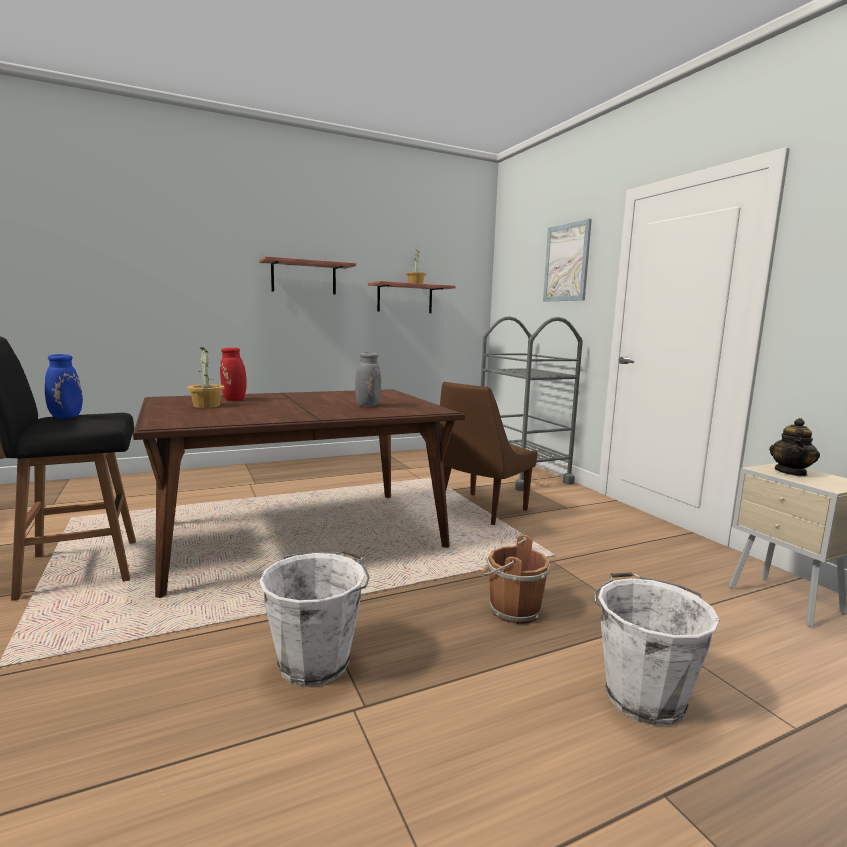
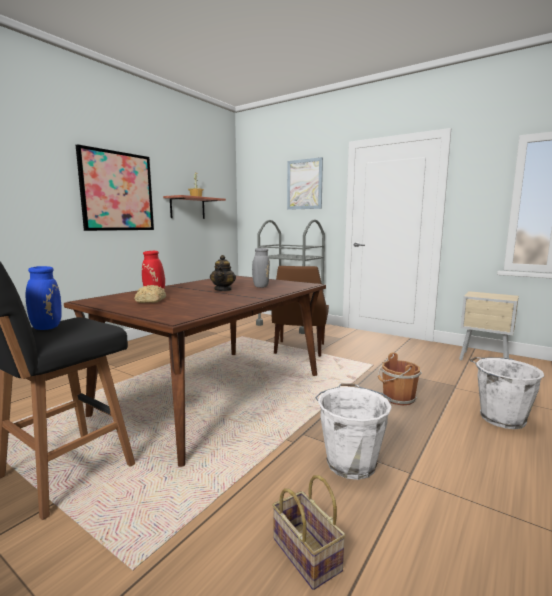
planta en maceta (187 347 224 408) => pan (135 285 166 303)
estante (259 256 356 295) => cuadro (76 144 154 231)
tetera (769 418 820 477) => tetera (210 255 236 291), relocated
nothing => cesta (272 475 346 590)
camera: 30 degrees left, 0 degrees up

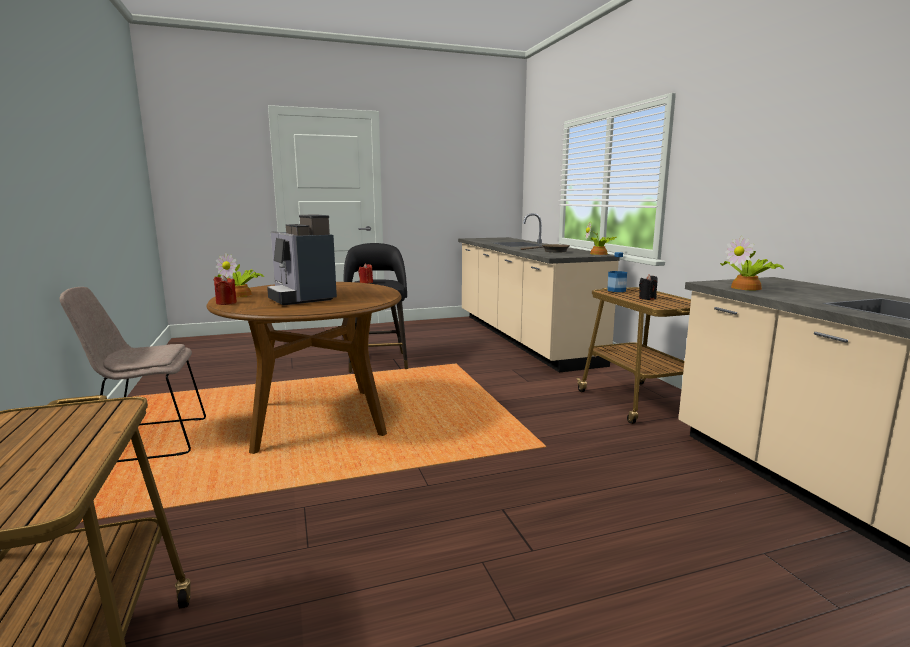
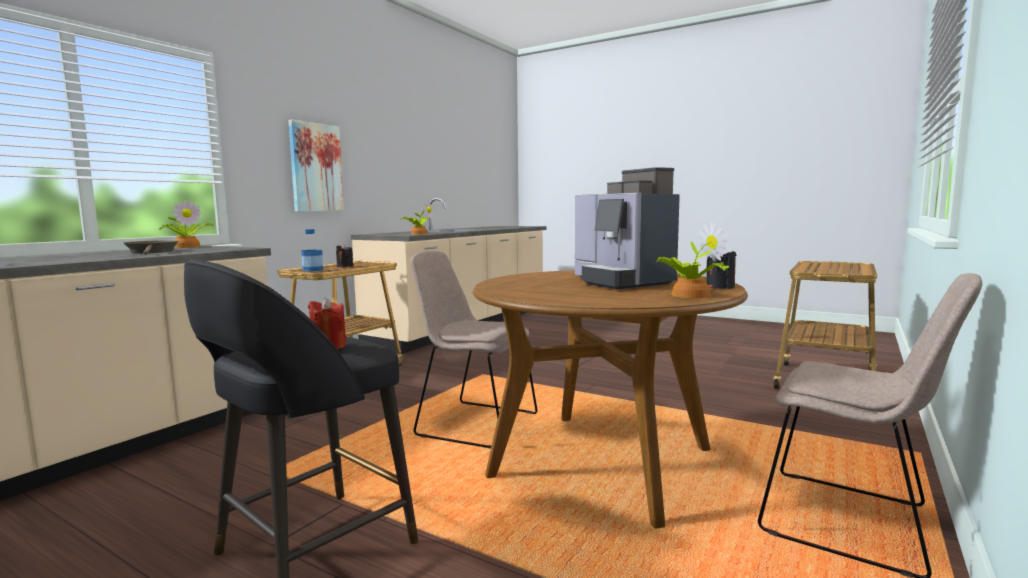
vela/rojo (214 275 237 305) => vela/negro (706 251 736 289)
cafetera (267 214 337 305) => cafetera (575 167 680 290), 135 degrees clockwise
nothing => cuadro (288 120 344 212)
nothing => silla/beis (410 251 537 449)
camera: 130 degrees left, 5 degrees down

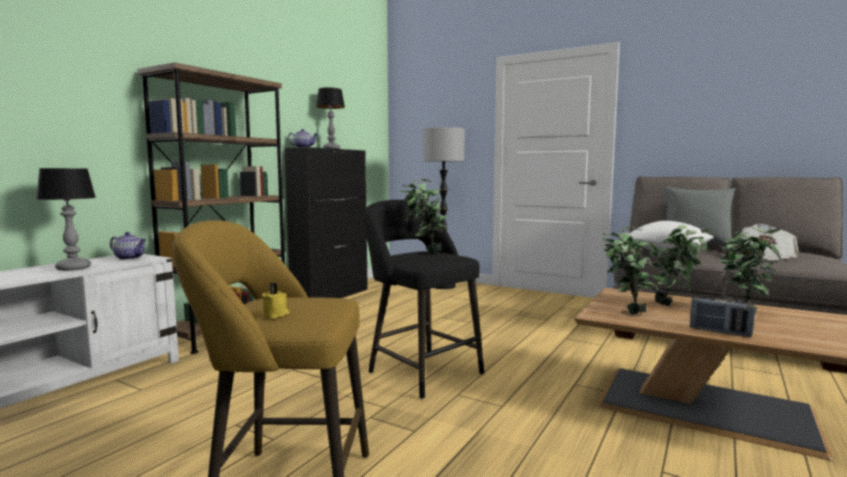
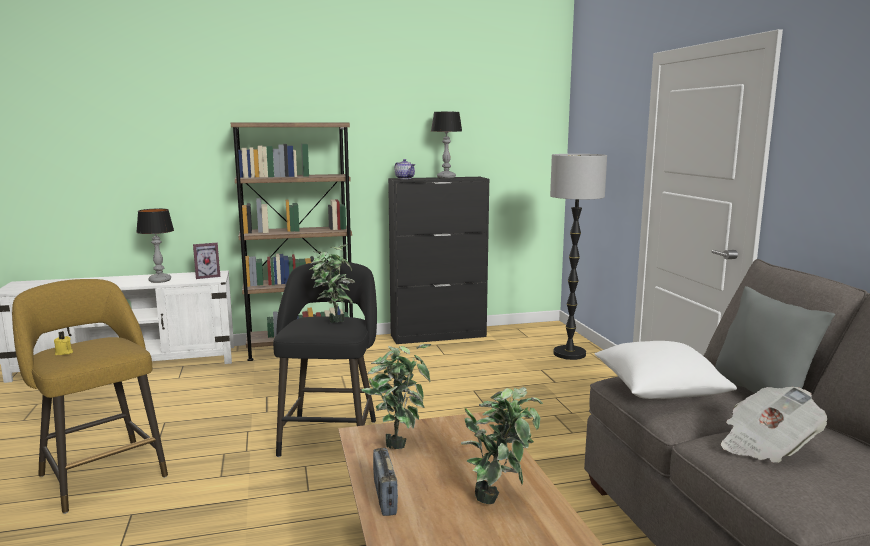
tetera (110 232 147 260) => portarretratos (193 243 220 279)
planta en maceta (647 225 709 306) => nothing
camera: 45 degrees right, 5 degrees up

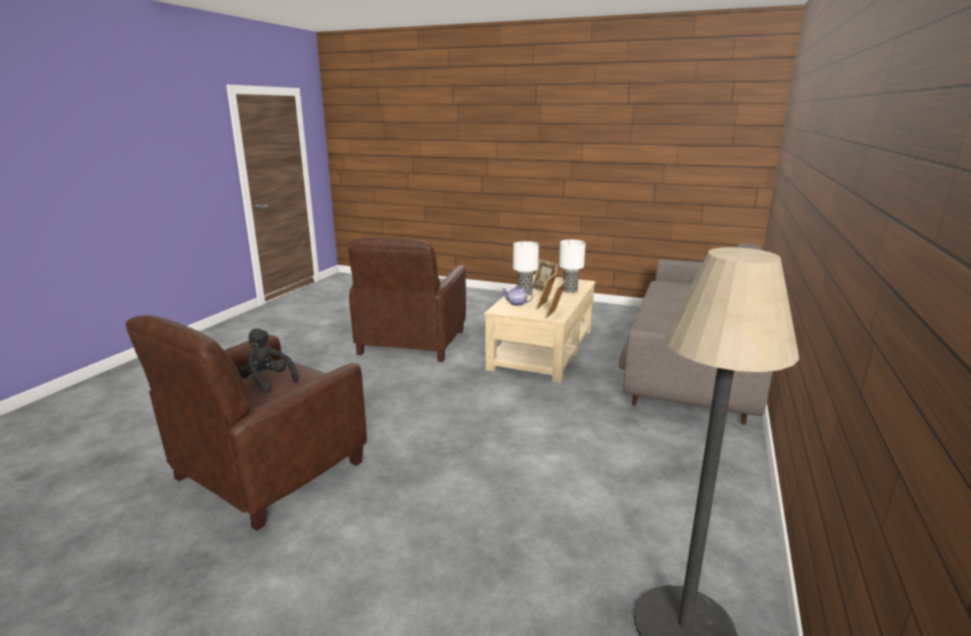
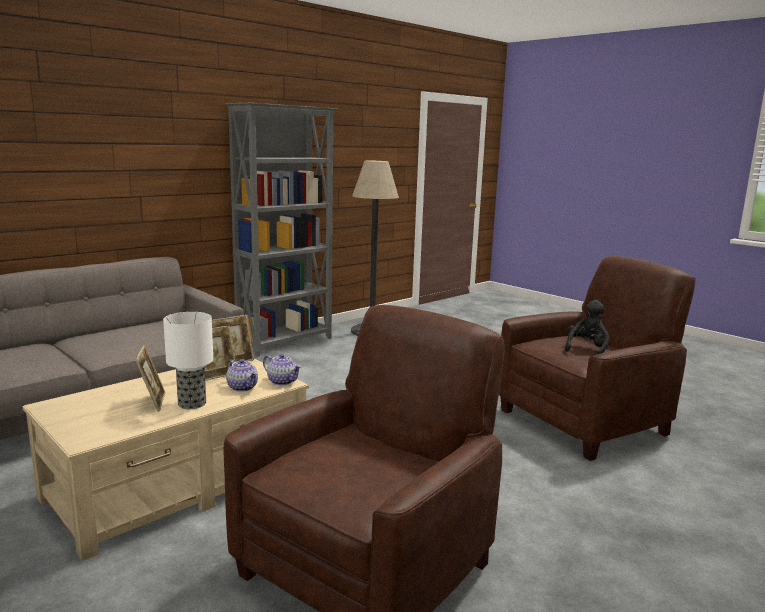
peluche/negro (238 328 298 393) => peluche/negro (564 300 610 355), 120 degrees counterclockwise
lámpara de mesa (559 240 586 293) => nothing
nothing => estantería/gris (225 103 338 357)
nothing => tetera (263 354 302 385)
camera: 155 degrees left, 5 degrees down

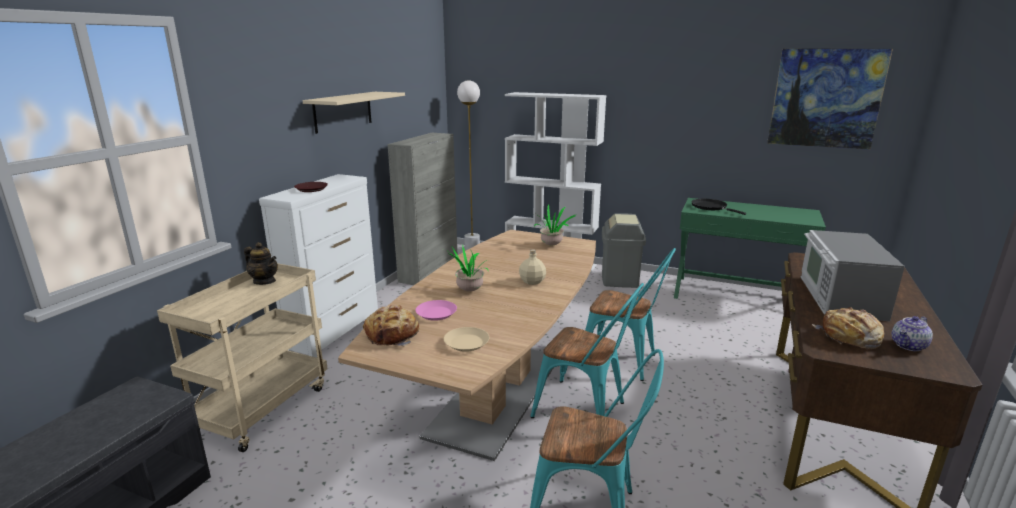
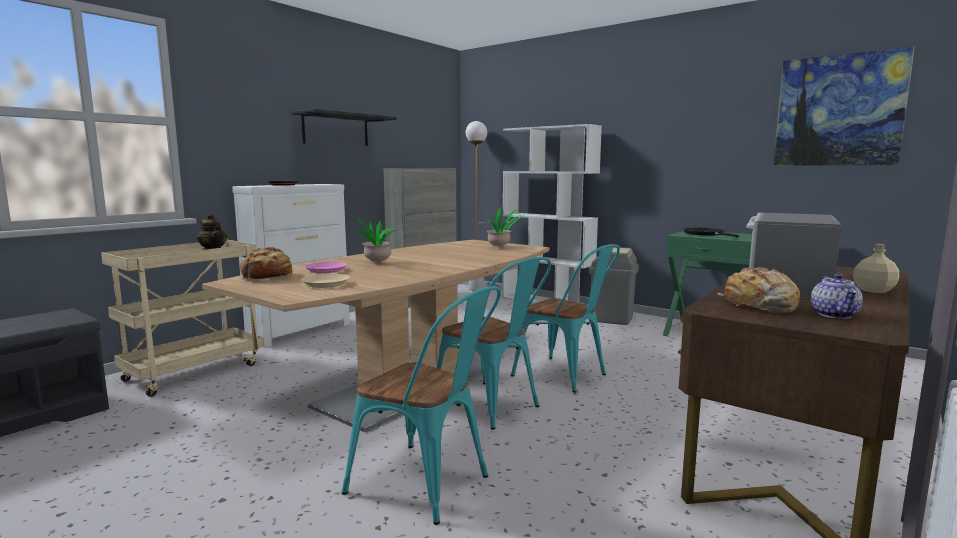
estante/beis (303 92 405 134) => estante/negro (291 109 397 146)
botella/beis (519 249 546 285) => botella/beis (853 244 899 293), relocated
tetera (892 316 933 351) => tetera (811 273 863 319), 60 degrees counterclockwise
camera: 15 degrees right, 10 degrees down

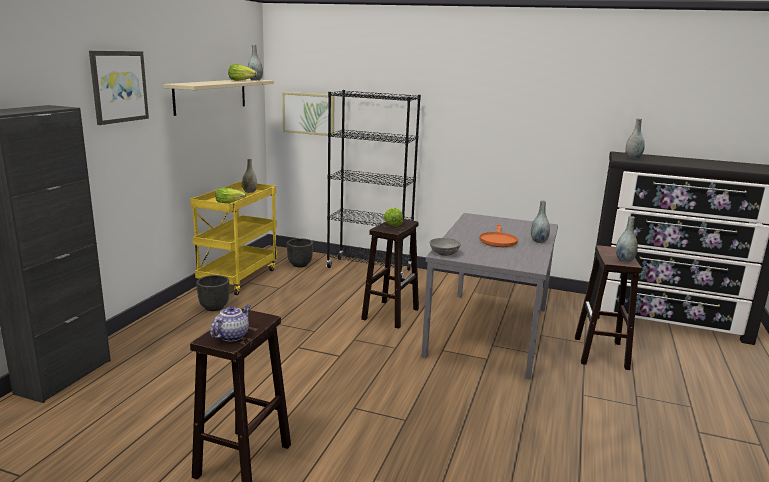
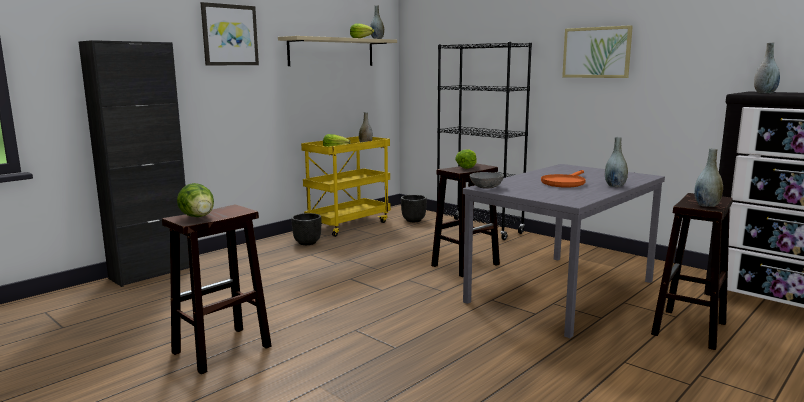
tetera (210 305 251 342) => lechuga (177 183 214 217)
cuadro (282 92 335 136) => cuadro (562 25 633 78), relocated
camera: 25 degrees right, 5 degrees down

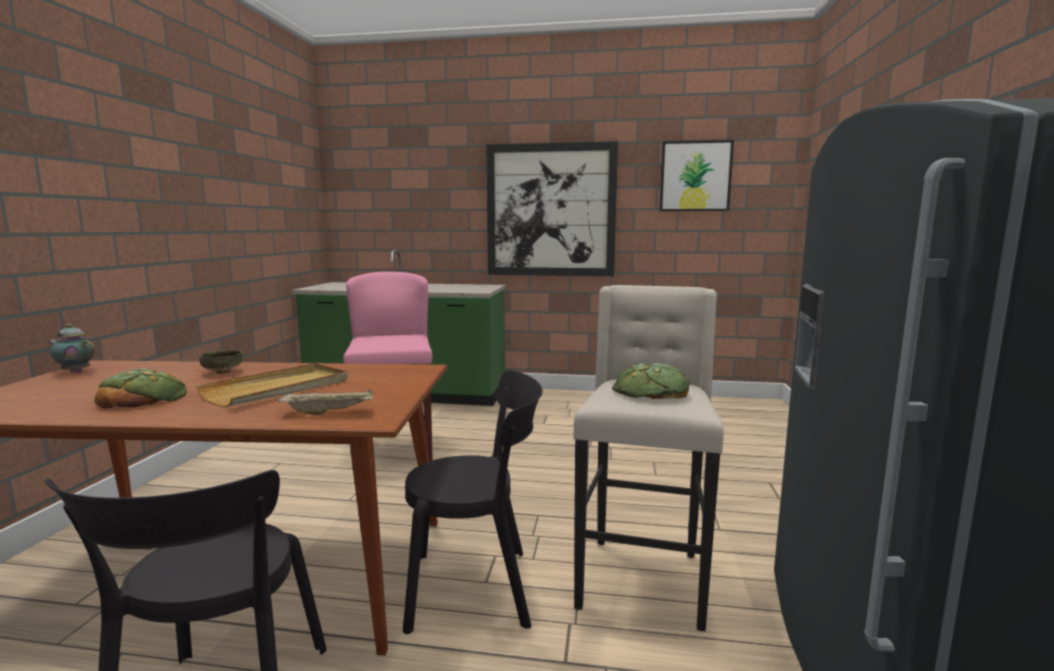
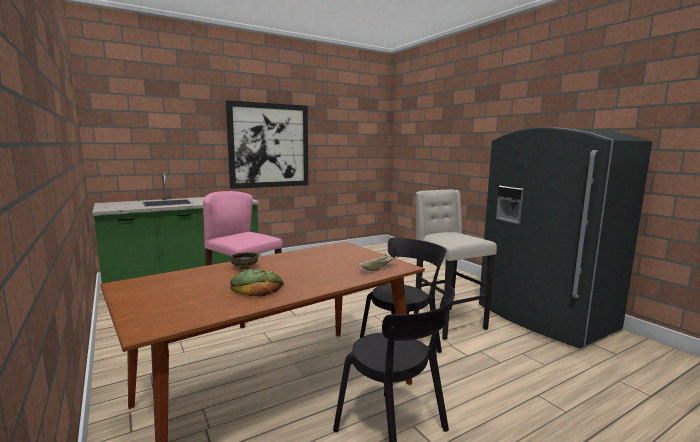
tetera (48 324 95 372) => nothing
bandeja/beis (195 363 347 407) => nothing
pan (612 363 690 399) => nothing
cuadro (659 140 734 211) => nothing
camera: 40 degrees left, 0 degrees up

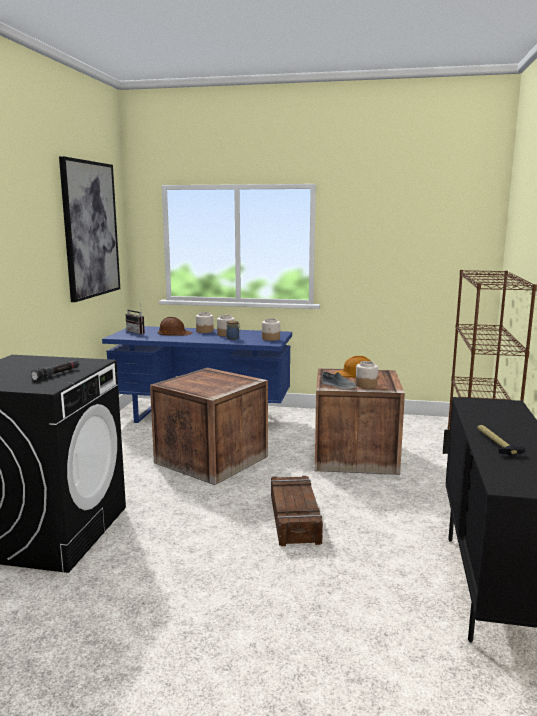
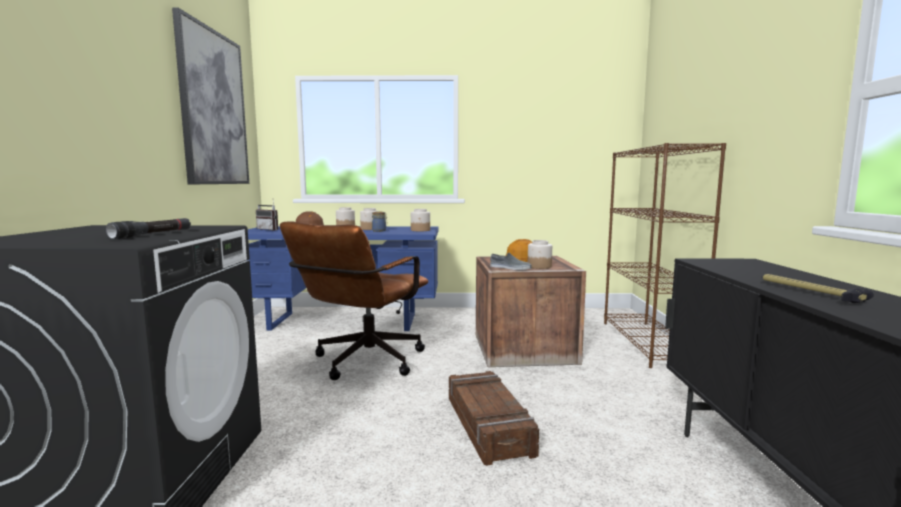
caja de embalaje (150 368 268 485) => silla de oficina/marrón (280 221 428 380)
camera: 10 degrees left, 5 degrees down

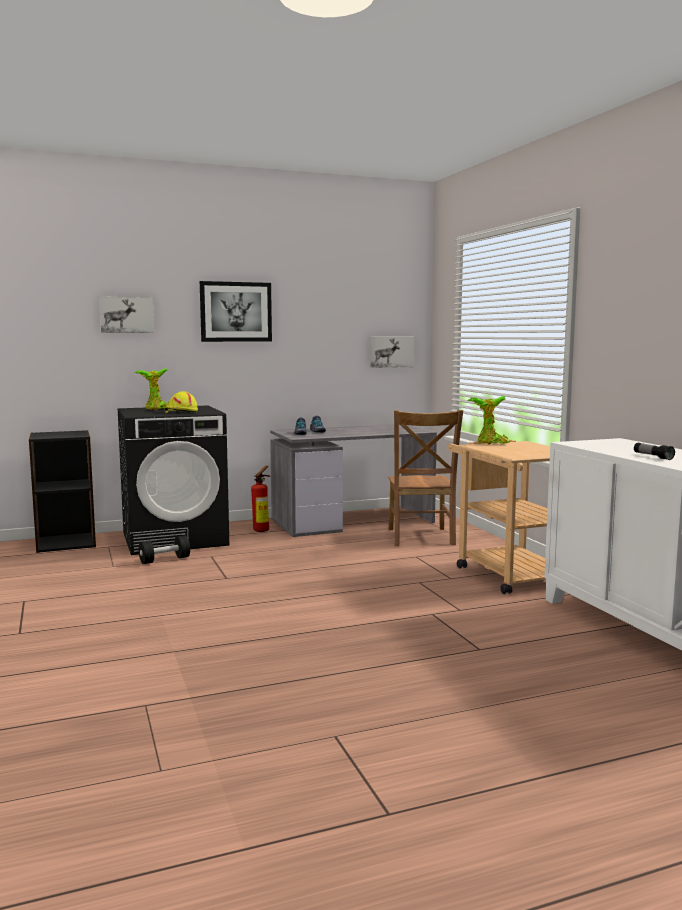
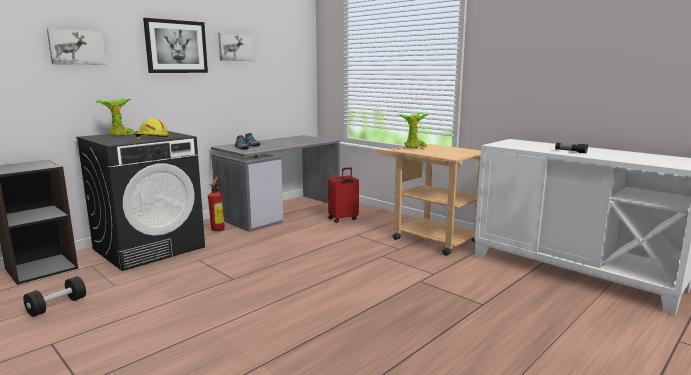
mancuerna/negro (139 535 190 564) => mancuerna/negro (23 276 86 317), relocated
cuadro (370 337 413 368) => cuadro (218 33 255 61), relocated
silla/marrón (388 410 463 546) => maleta/rojo (328 167 359 223)
camera: 25 degrees left, 5 degrees up

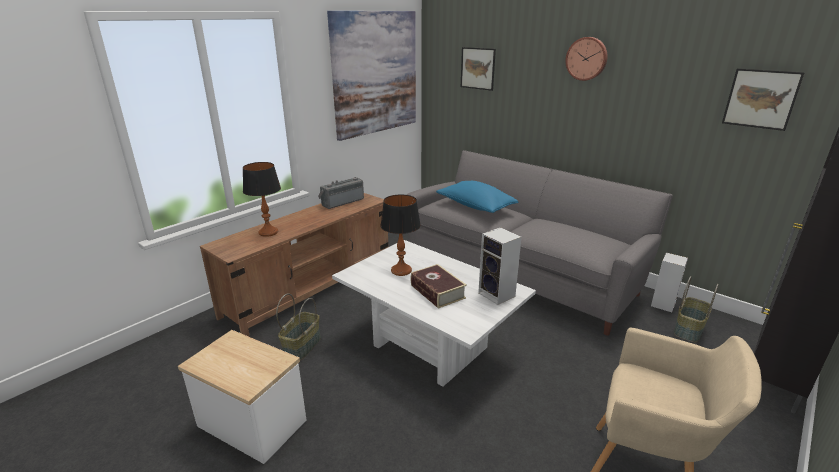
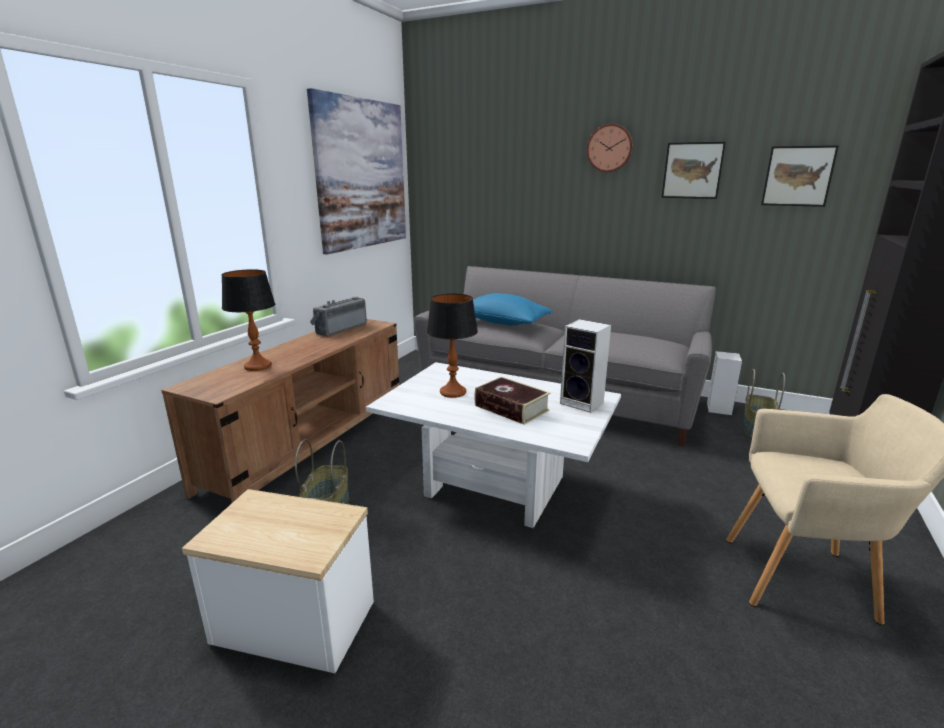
cuadro (461 47 496 91) => cuadro (661 142 726 199), relocated
camera: 15 degrees left, 5 degrees down

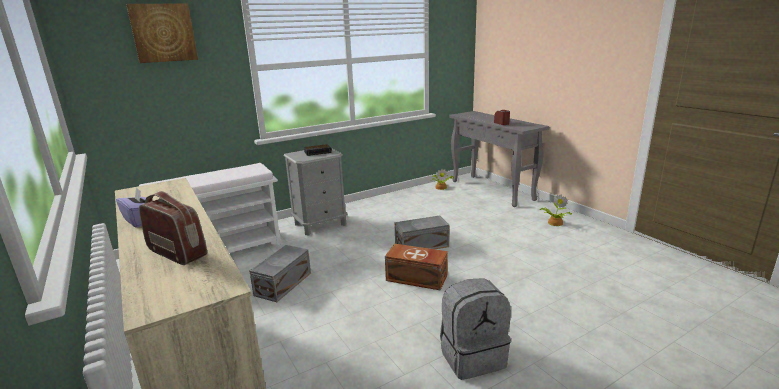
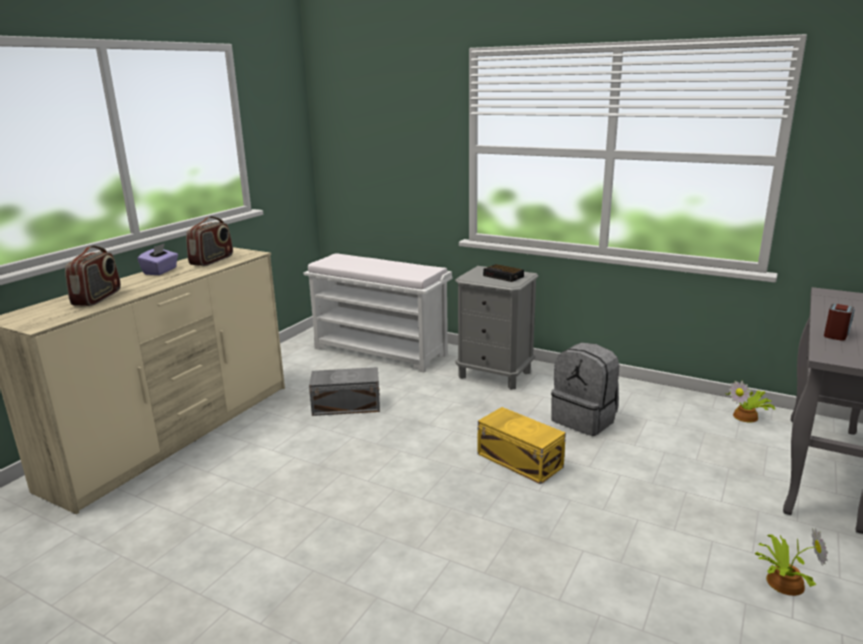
cuadro (126 3 198 63) => nothing
caja de almacenaje/marrón (385 244 448 290) => nothing
caja de almacenaje/gris (394 215 450 249) => caja de almacenaje/amarillo (477 407 566 484)
mochila/gris (440 278 511 380) => mochila/gris (551 342 619 436), relocated
nothing => radio (186 216 233 266)
camera: 60 degrees right, 0 degrees up

